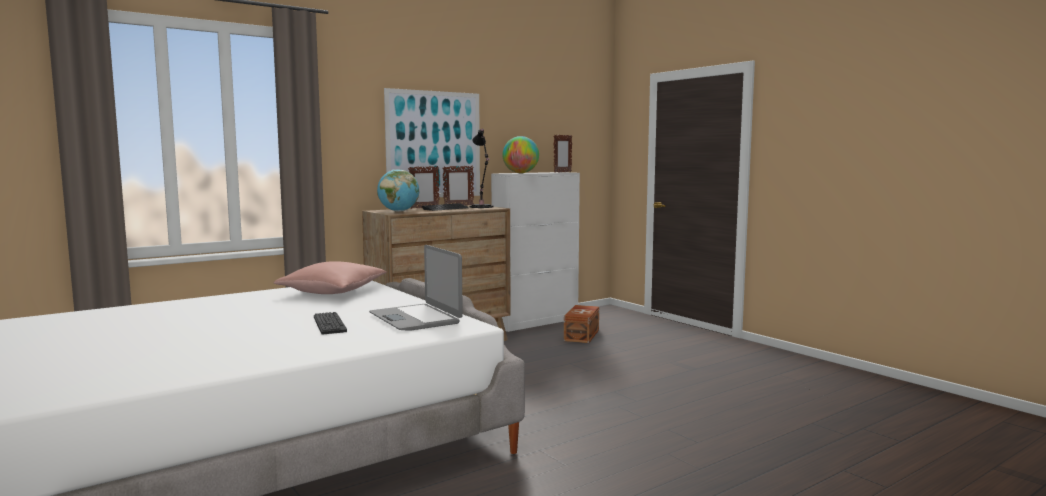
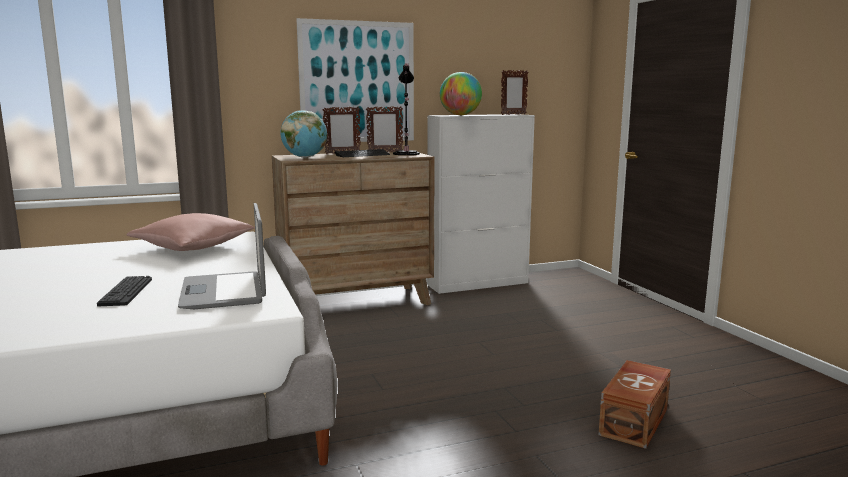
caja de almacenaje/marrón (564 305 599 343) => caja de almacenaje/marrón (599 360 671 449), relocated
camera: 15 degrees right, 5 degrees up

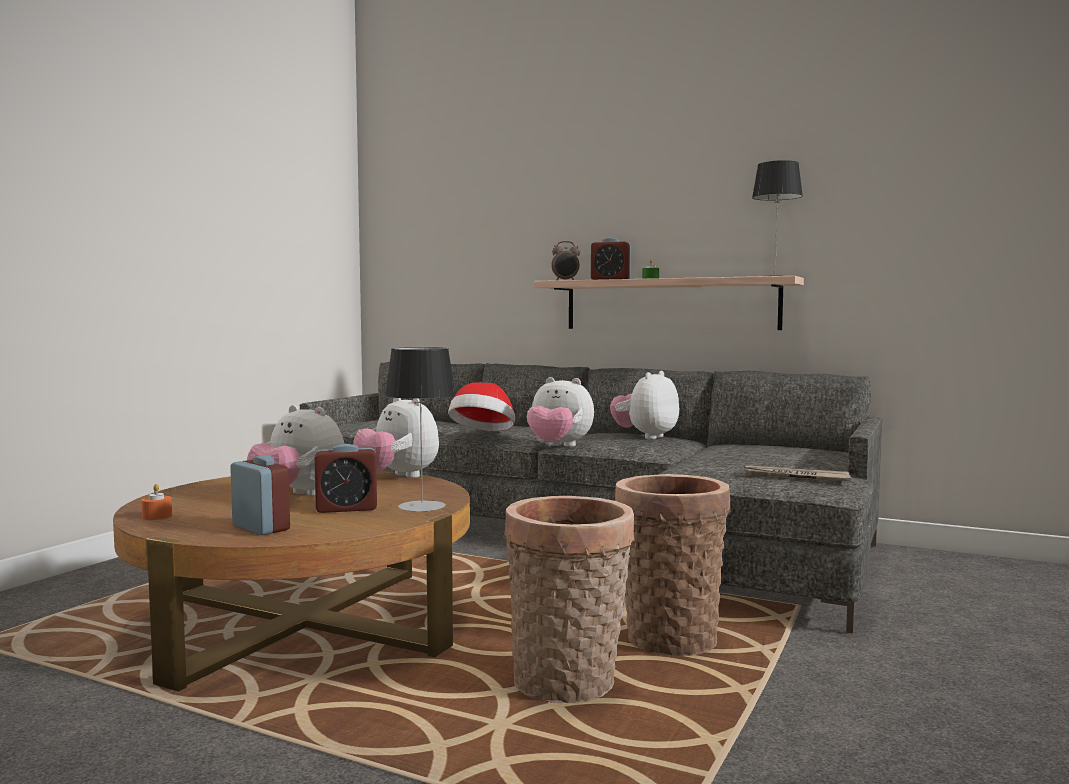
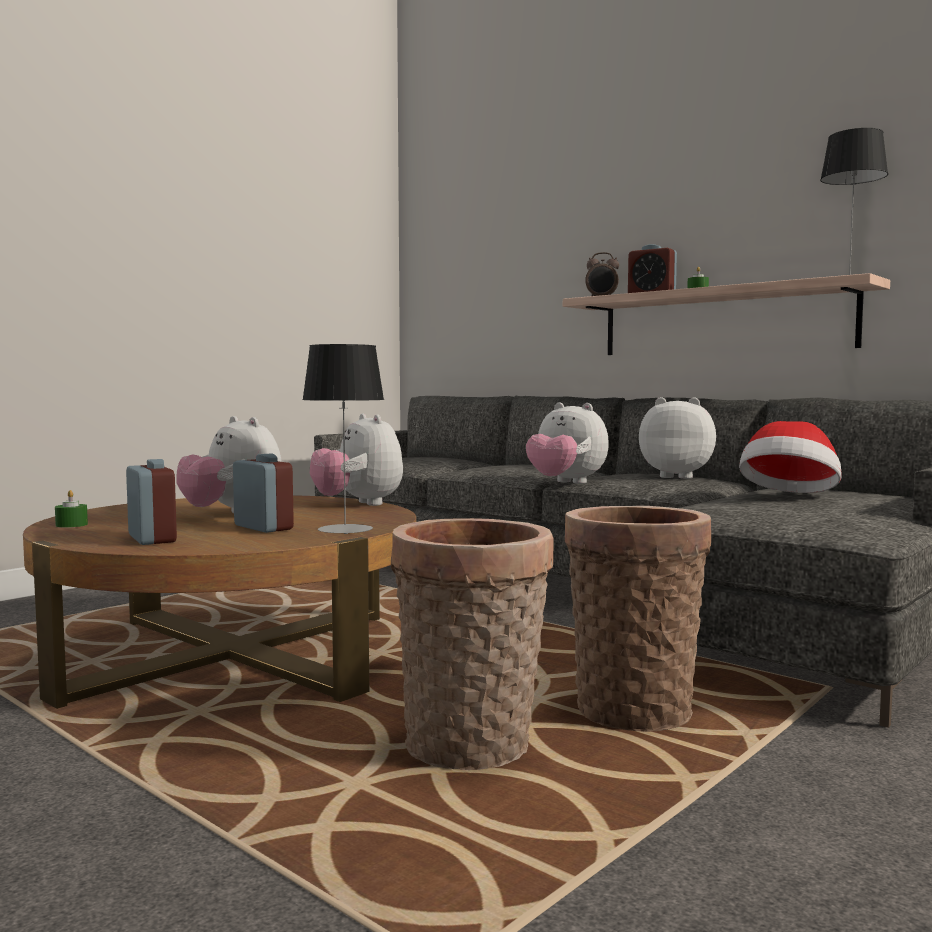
vela/naranja (141 484 172 520) => vela/verde (55 490 88 528)
despertador (314 444 377 513) => despertador (233 453 294 533), 135 degrees counterclockwise
sombrero (448 382 515 431) => sombrero (739 421 842 493), relocated
peluche (610 371 679 439) => peluche (639 397 716 479), 60 degrees clockwise
periódico (744 465 851 481) => nothing
camera: 15 degrees right, 0 degrees up

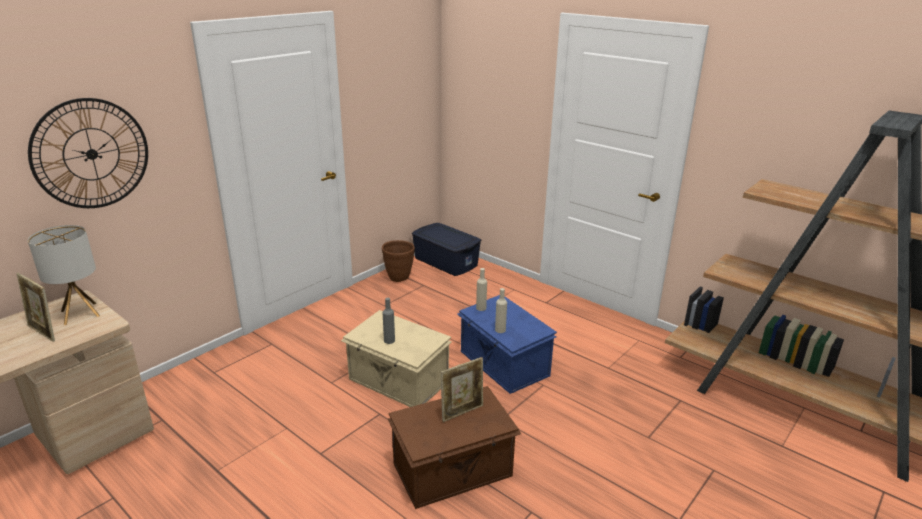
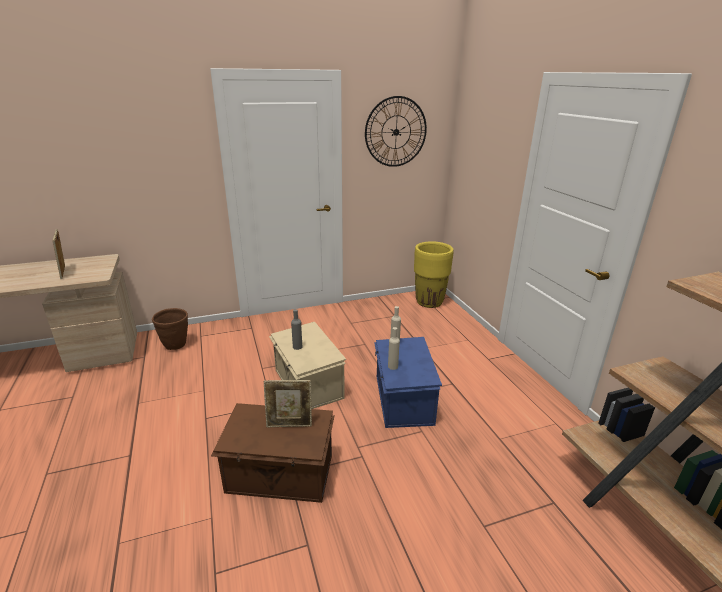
reloj de pared (28 98 148 208) => reloj de pared (365 96 427 167), relocated
lámpara de mesa (28 225 100 325) => nothing
maceta/marrón (382 240 415 282) => maceta/marrón (152 308 188 350), relocated
caja de almacenaje/azul (412 223 481 276) => maceta/amarillo (414 241 453 308)
camera: 30 degrees right, 0 degrees up

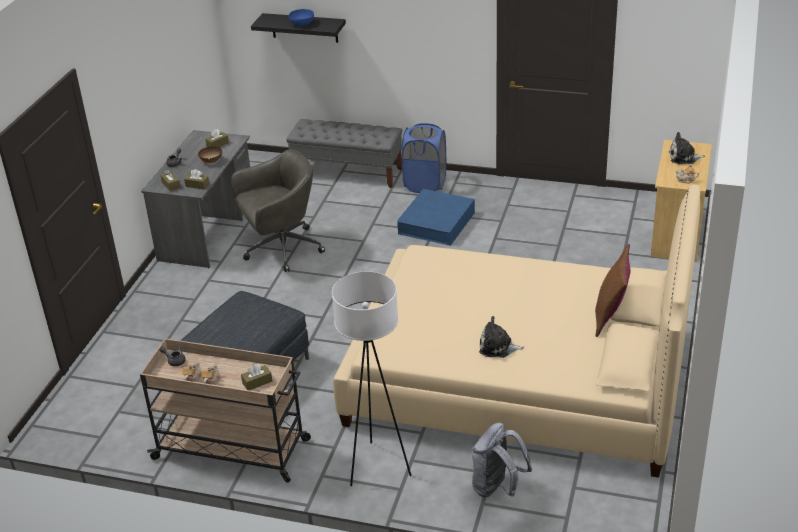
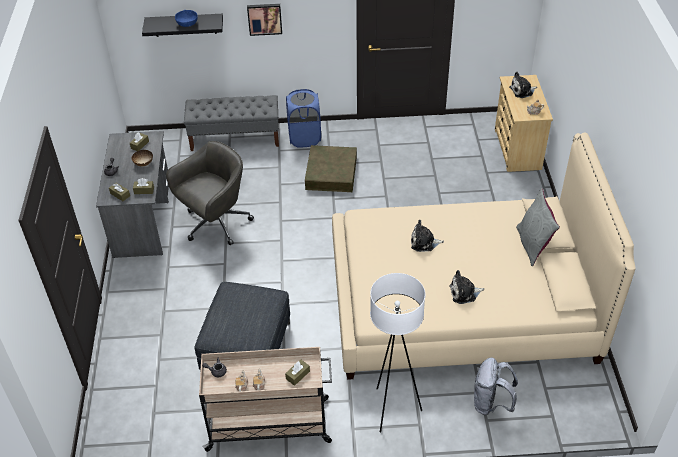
caja de almacenaje/azul (397 189 475 246) => caja de almacenaje/marrón (305 145 357 192)
cojín/marrón (595 244 631 337) => cojín/gris (516 188 560 266)
nothing => cuadro (247 4 282 36)
nothing => peluche (411 220 444 252)
camera: 20 degrees left, 10 degrees up

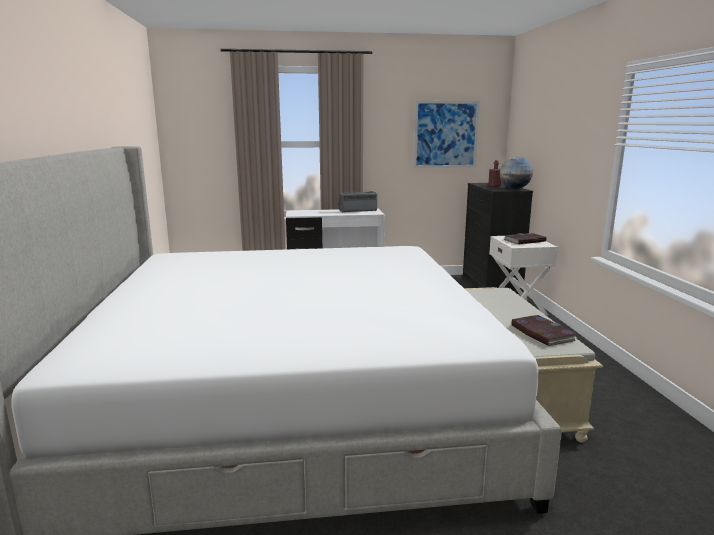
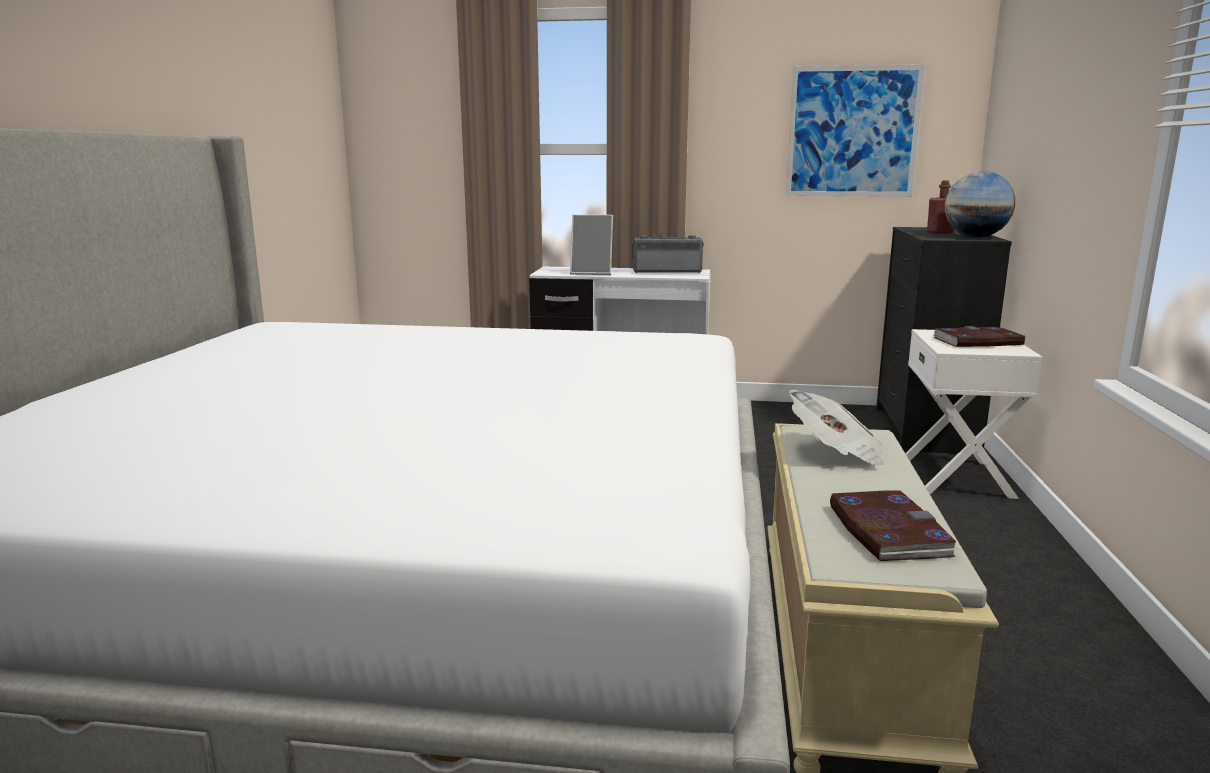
nothing => portarretratos (570 214 613 275)
nothing => periódico (789 389 885 468)
camera: 15 degrees right, 0 degrees up

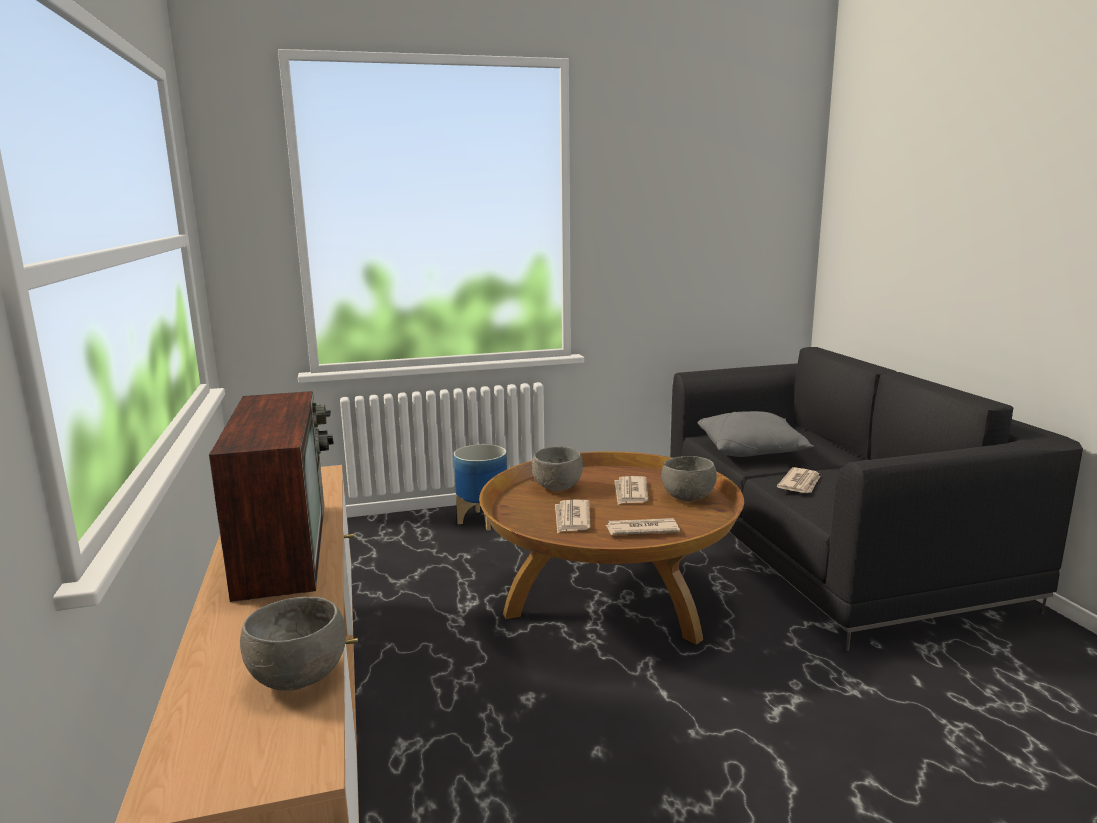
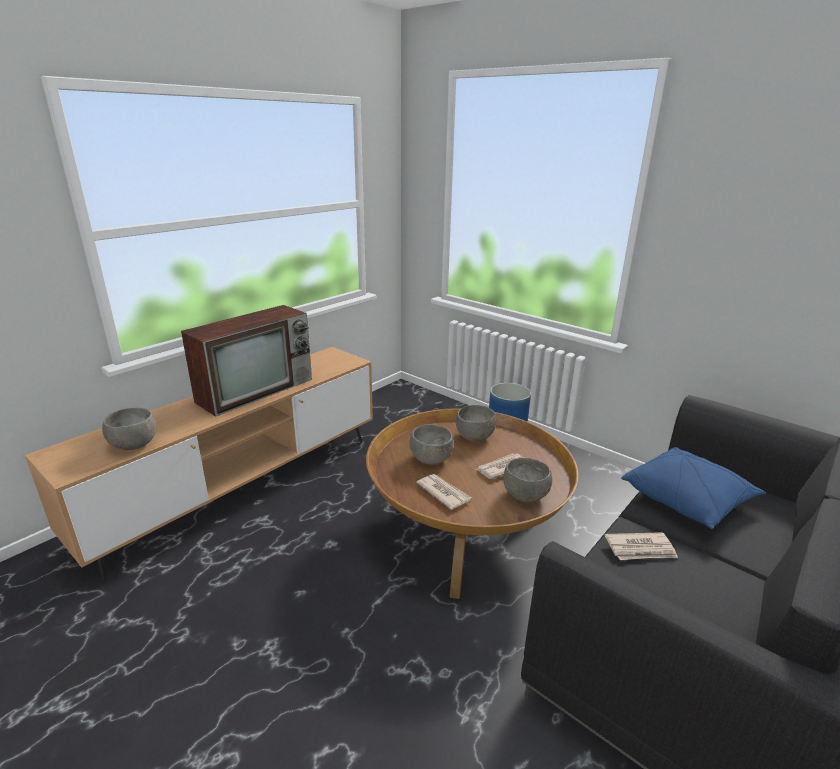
periódico (555 500 591 533) => cuenco/gris (409 424 453 465)
cojín/gris (698 411 814 457) => cojín/azul (621 447 766 529)
camera: 55 degrees right, 10 degrees up

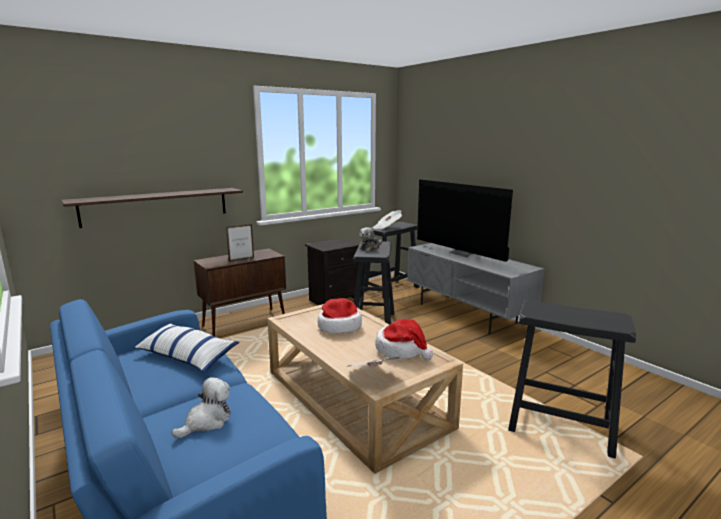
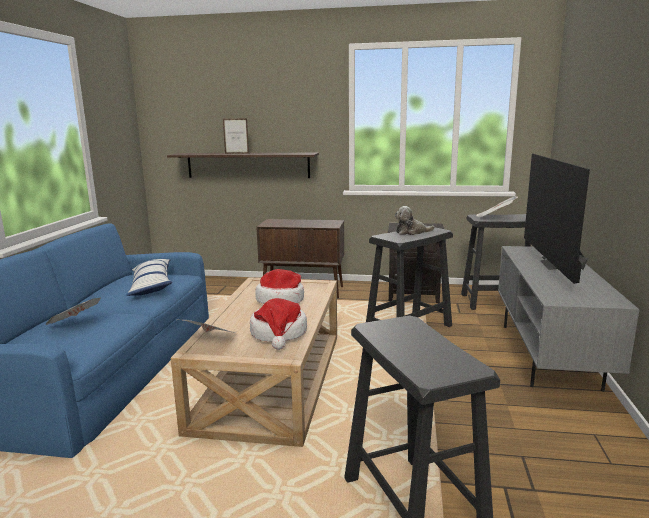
peluche (171 377 231 438) => periódico (46 298 101 325)
portarretratos (226 224 254 262) => portarretratos (223 118 249 154), relocated
camera: 45 degrees right, 0 degrees up

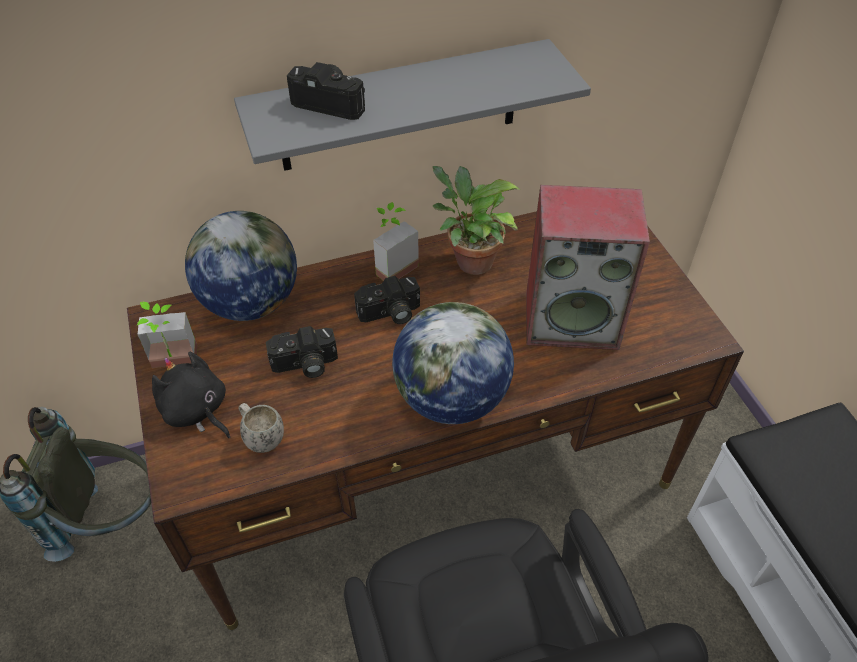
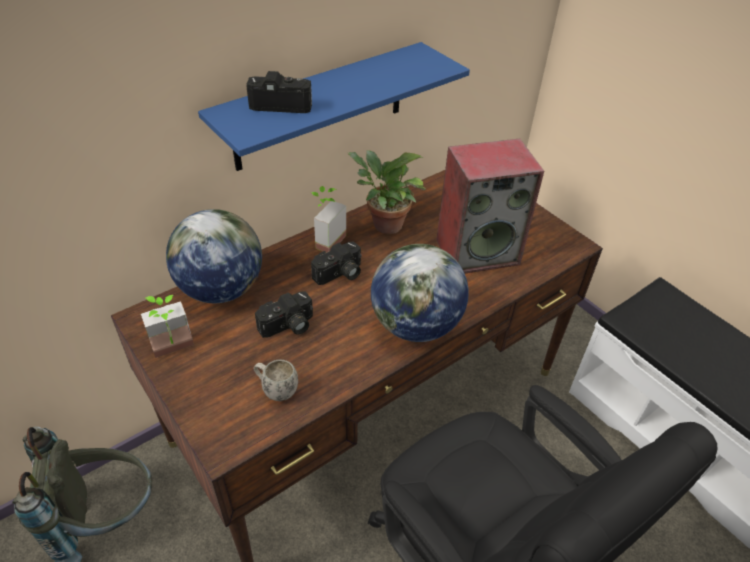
peluche/negro (152 352 231 438) => nothing
estante/gris (234 39 591 171) => estante/azul (198 42 470 171)
camera: 20 degrees left, 5 degrees down

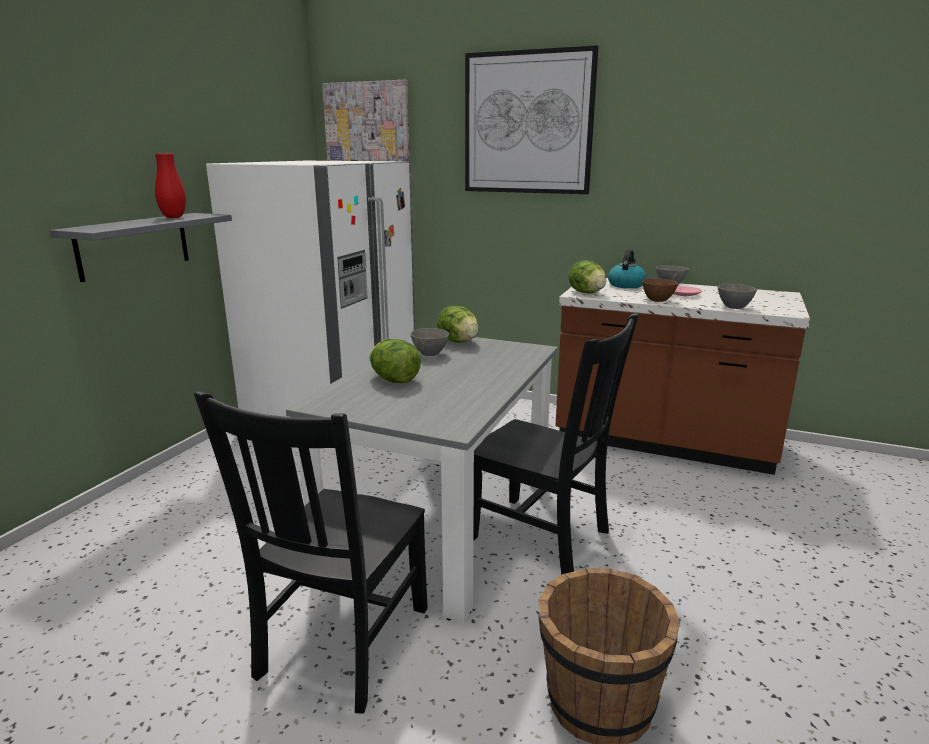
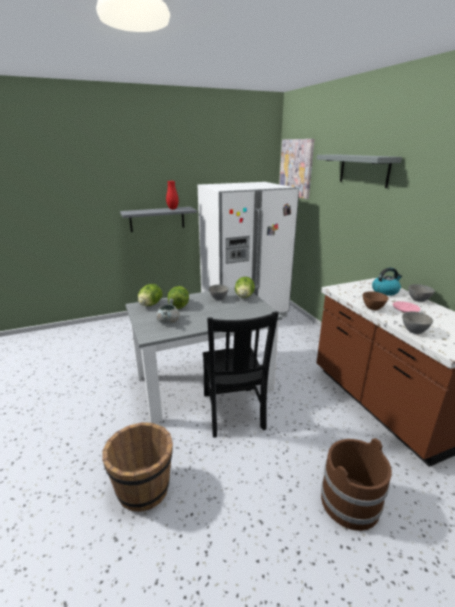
silla/negro (194 392 428 714) => nothing
cuadro (465 45 598 194) => estante/gris (317 154 402 188)
lechuga (568 260 606 294) => lechuga (138 284 162 306), relocated
nothing => olla/gris (156 299 180 324)
nothing => cubo/marrón (321 438 392 531)
camera: 45 degrees right, 5 degrees up

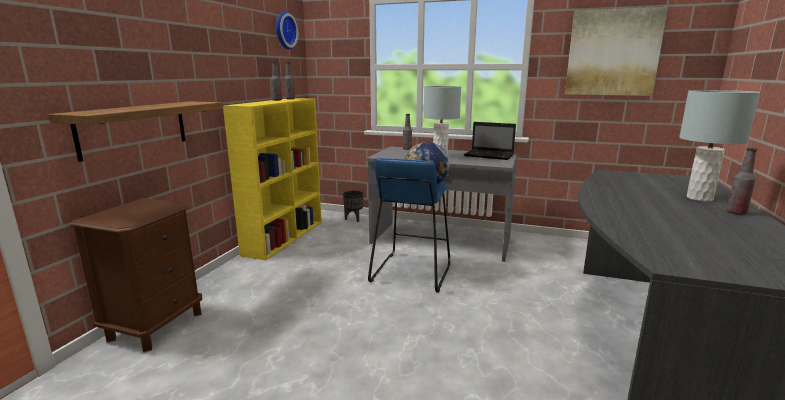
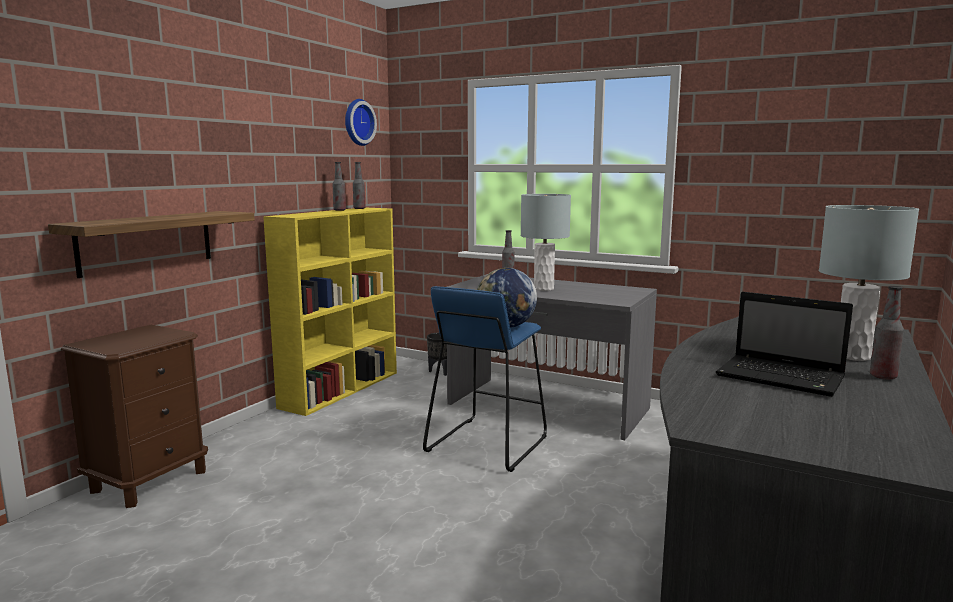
portátil (464 122 516 160) => portátil (716 292 853 397), relocated
cuadro (565 7 668 96) => nothing
camera: 10 degrees right, 5 degrees down

